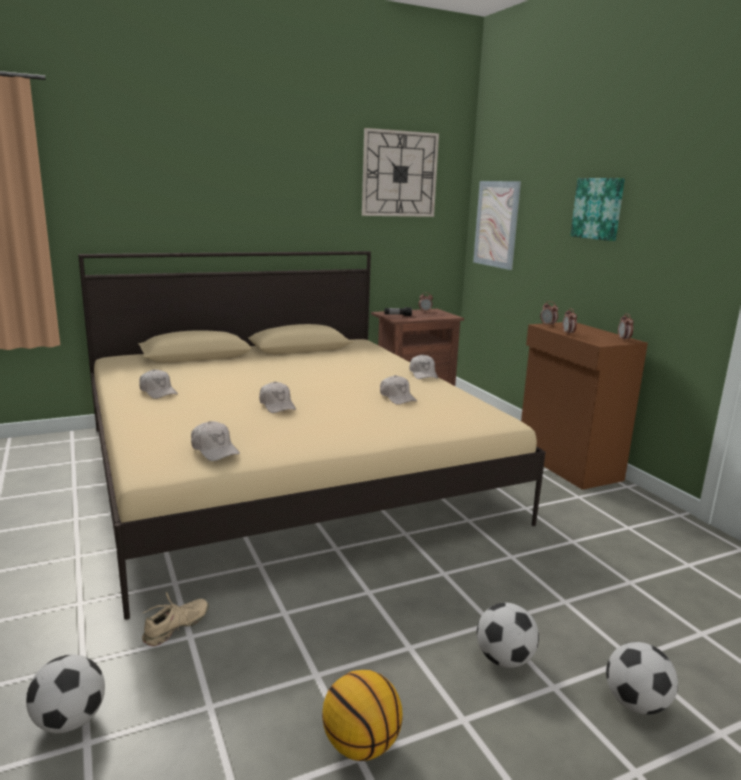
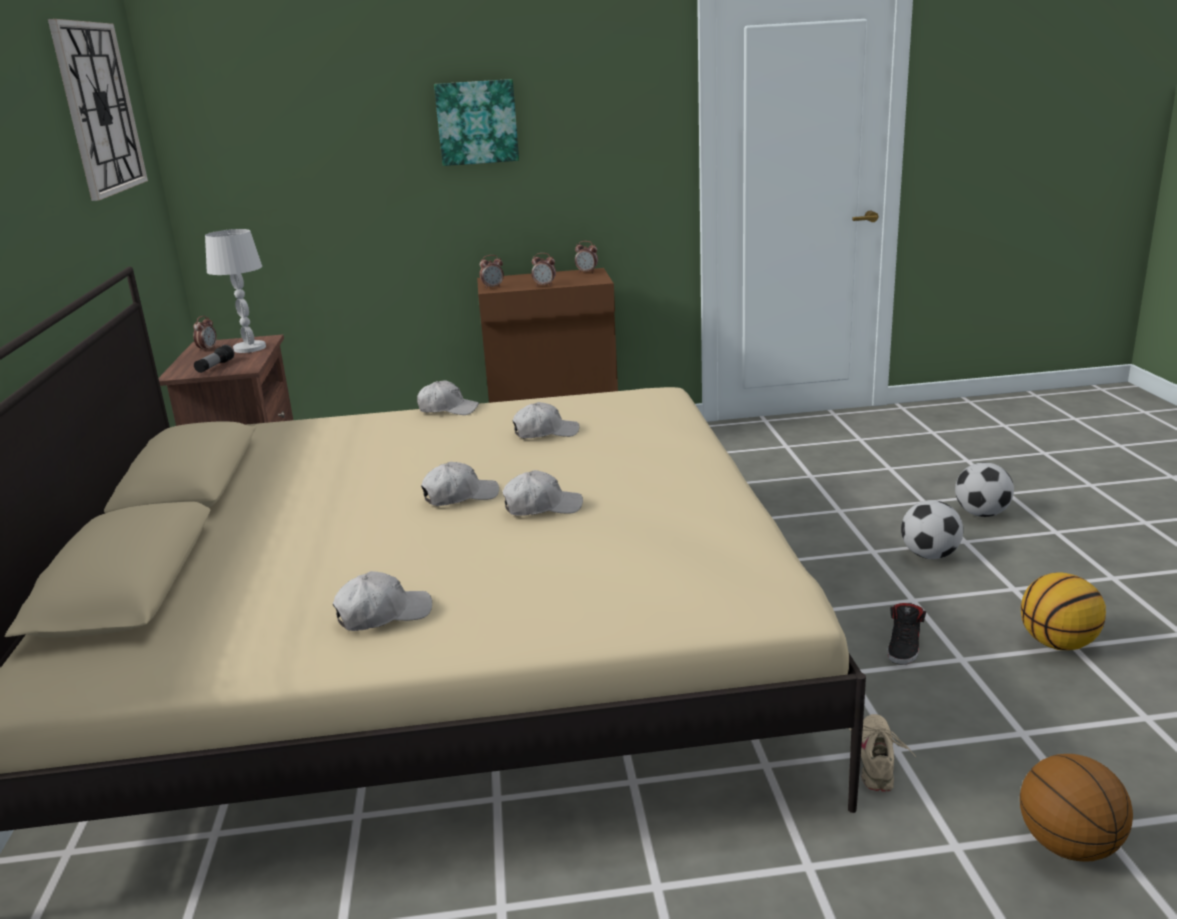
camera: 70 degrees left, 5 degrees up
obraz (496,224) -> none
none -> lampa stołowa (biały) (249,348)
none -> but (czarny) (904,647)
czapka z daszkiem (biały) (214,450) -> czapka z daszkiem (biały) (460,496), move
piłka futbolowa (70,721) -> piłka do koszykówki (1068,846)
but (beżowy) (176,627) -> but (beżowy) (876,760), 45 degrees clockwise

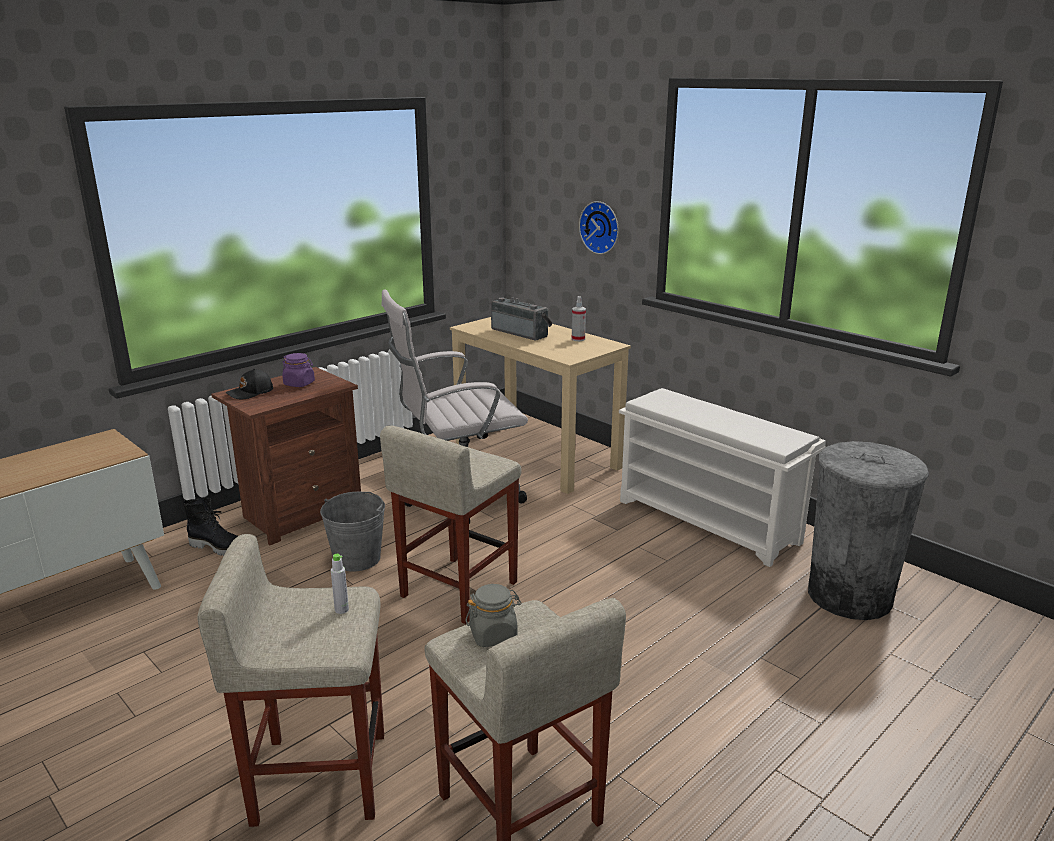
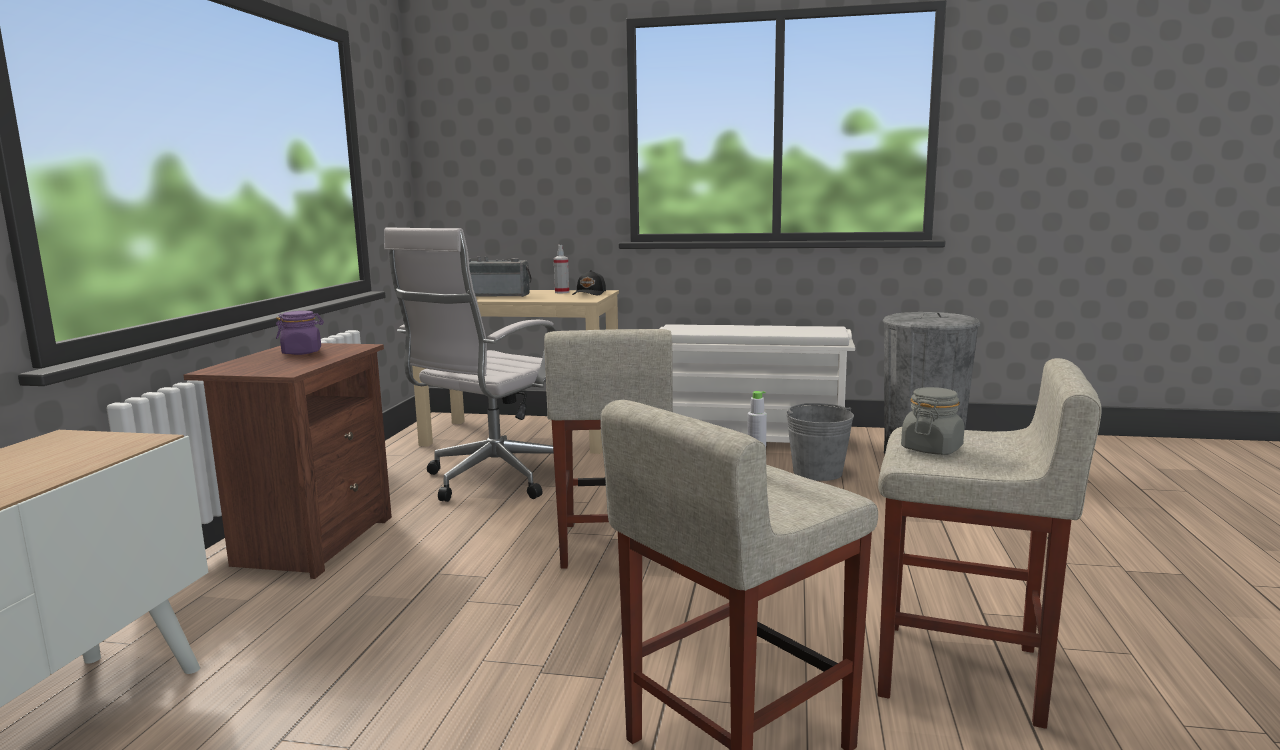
camera: 35 degrees left, 10 degrees down
but z cholewką (czarny) (219,547) -> none
zegar ścienny (601,227) -> none
czapka z daszkiem (czarny) (251,393) -> czapka z daszkiem (czarny) (590,293), move
wiadro (szary) (357,559) -> wiadro (szary) (817,472), move

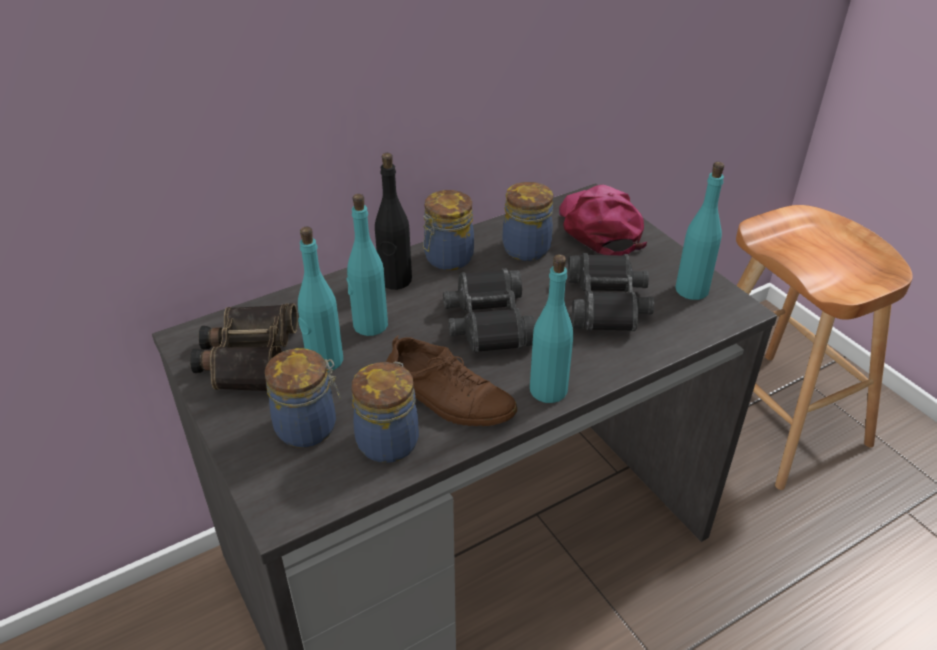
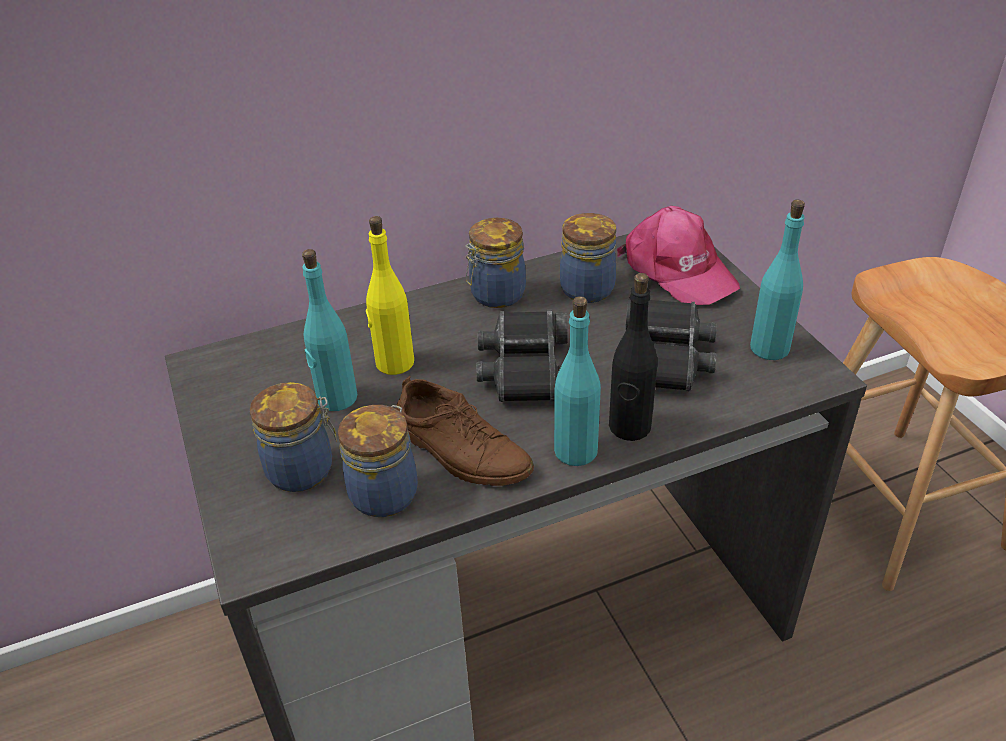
camera: 10 degrees right, 0 degrees up
lornetka (248,357) -> none
butelka (czarny) (395,280) -> butelka (czarny) (629,427), move
butelka (turkusowy) (370,325) -> butelka (żółty) (394,363)
czapka z daszkiem (różowy) (600,228) -> czapka z daszkiem (różowy) (677,270), 150 degrees clockwise

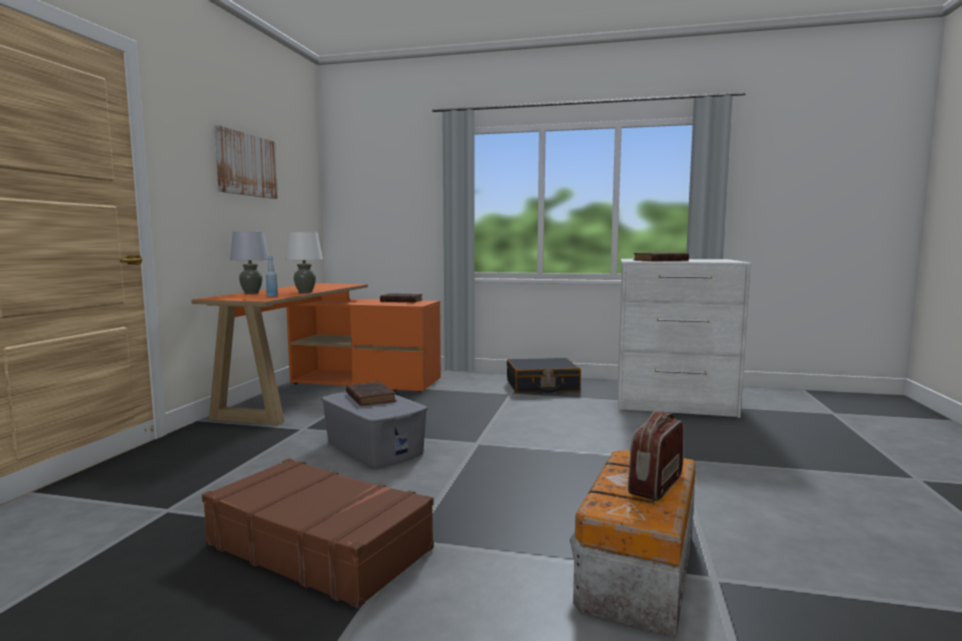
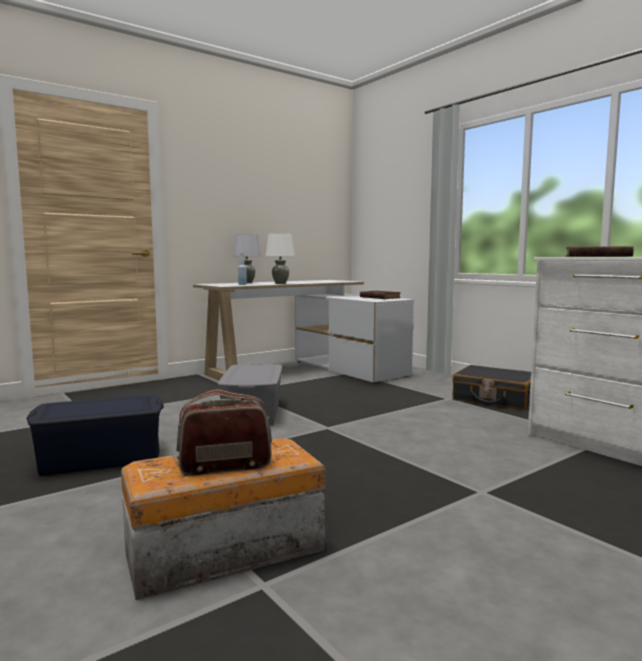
camera: 40 degrees right, 0 degrees up
obraz (246,165) -> none
książka (brązowy) (370,397) -> none
walizka (brązowy) (319,546) -> pojemnik do przechowywania (niebieski) (100,457)
biurko (pomarańczowy) (328,391) -> biurko (biały) (307,371)

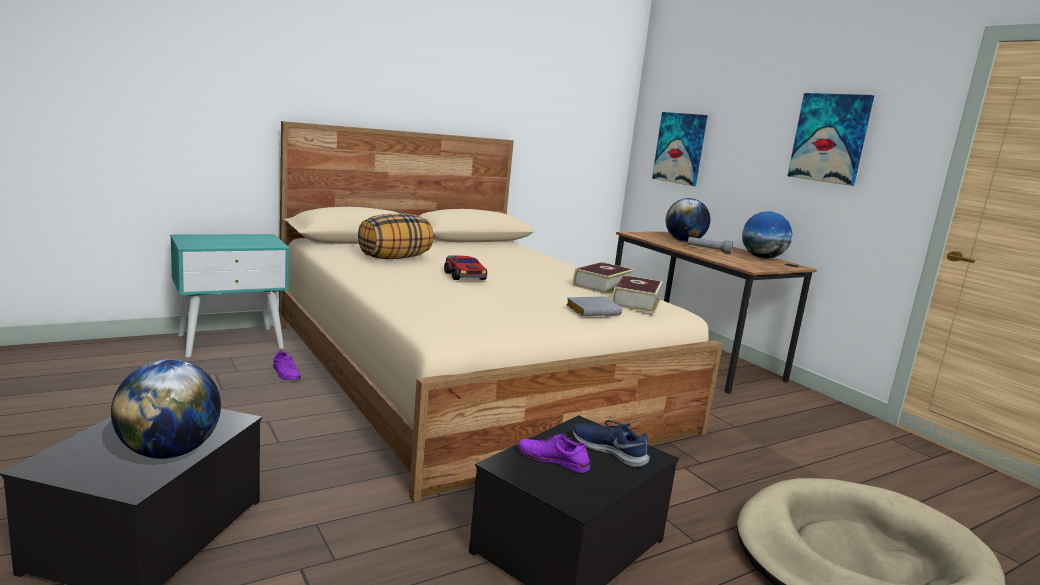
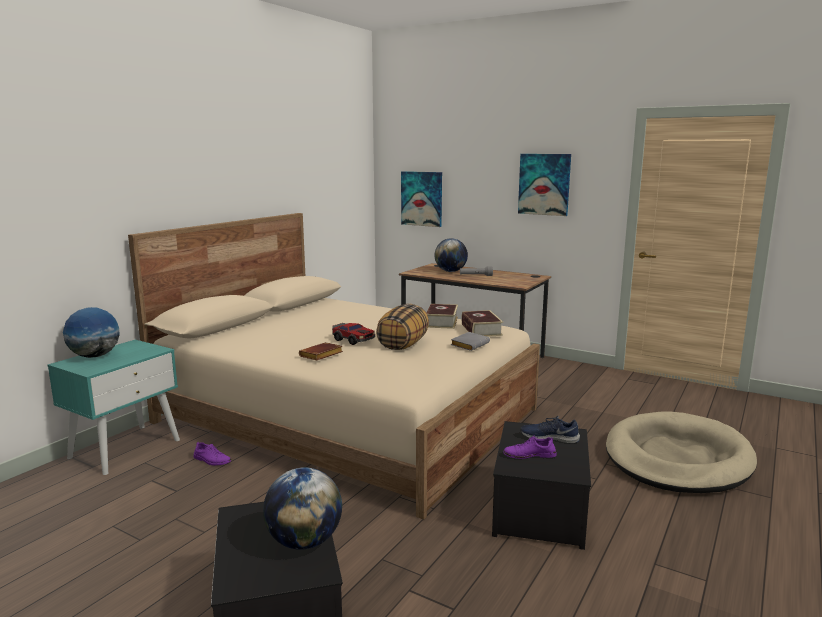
camera: 25 degrees left, 0 degrees up
none -> książka (brązowy) (321,355)
poduszka (395,258) -> poduszka (403,345), move
globus (762,258) -> globus (95,356), move

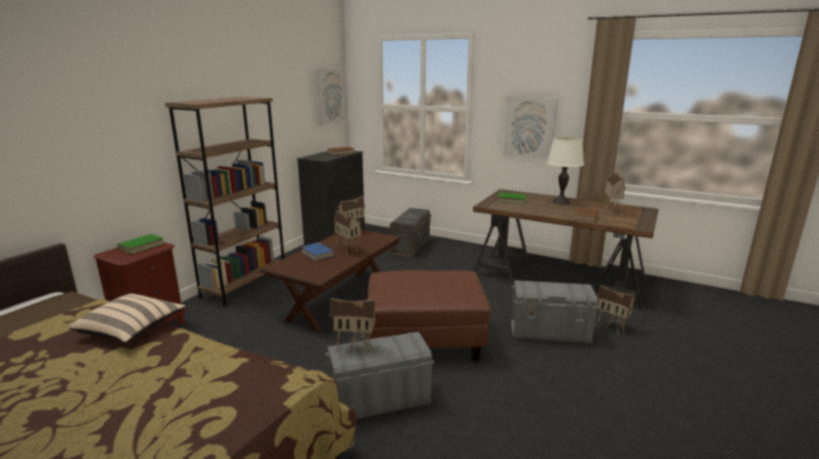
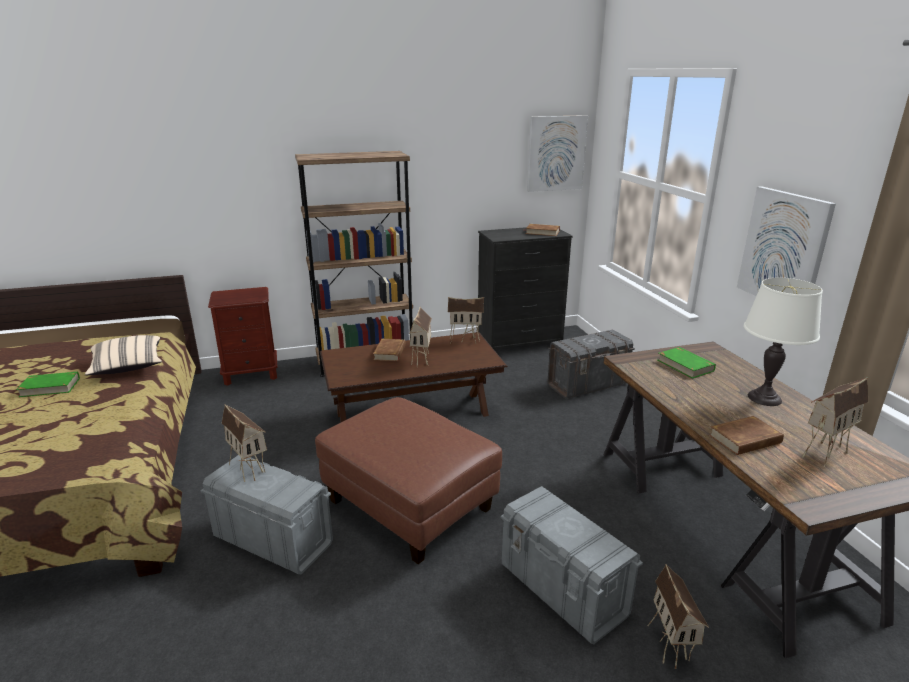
camera: 45 degrees right, 5 degrees up
książka (zielony) (141,246) -> książka (zielony) (50,387), move
książka (niebieski) (317,253) -> książka (brązowy) (390,352)

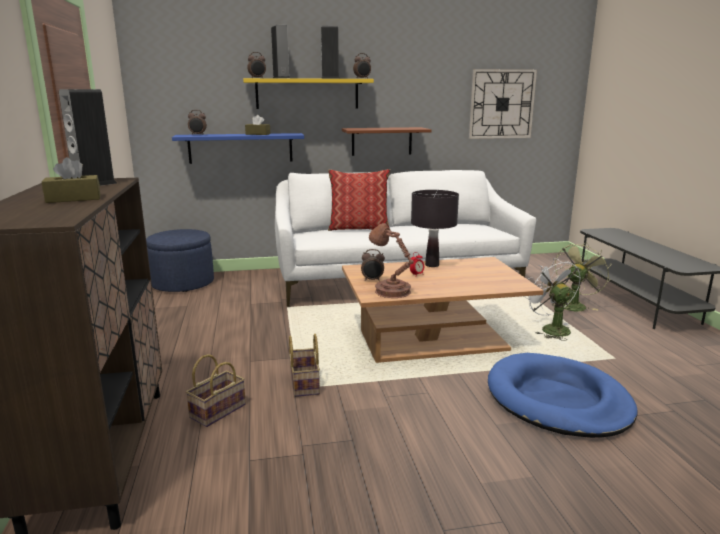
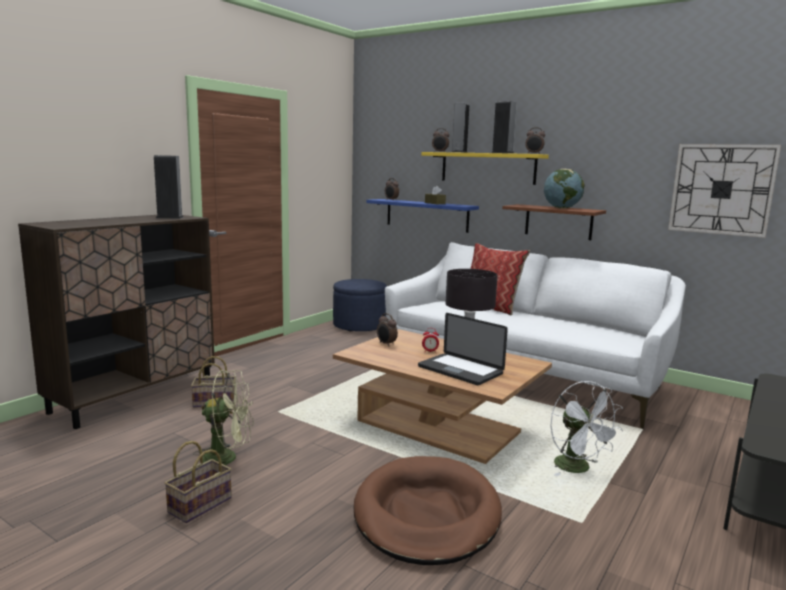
camera: 45 degrees right, 5 degrees down
pudełko chusteczek (brązowy) (73,199) -> none
lampa stołowa (brązowy) (390,291) -> none
none -> laptop (460,370)
none -> globus (561,208)
koszyk (303,383) -> koszyk (200,504), move
wentylator (zielony) (574,305) -> wentylator (zielony) (227,458), move
legowisko (niebieski) (557,400) -> legowisko (brązowy) (426,514)
wentylator (biały) (550,329) -> wentylator (biały) (578,469), 135 degrees clockwise

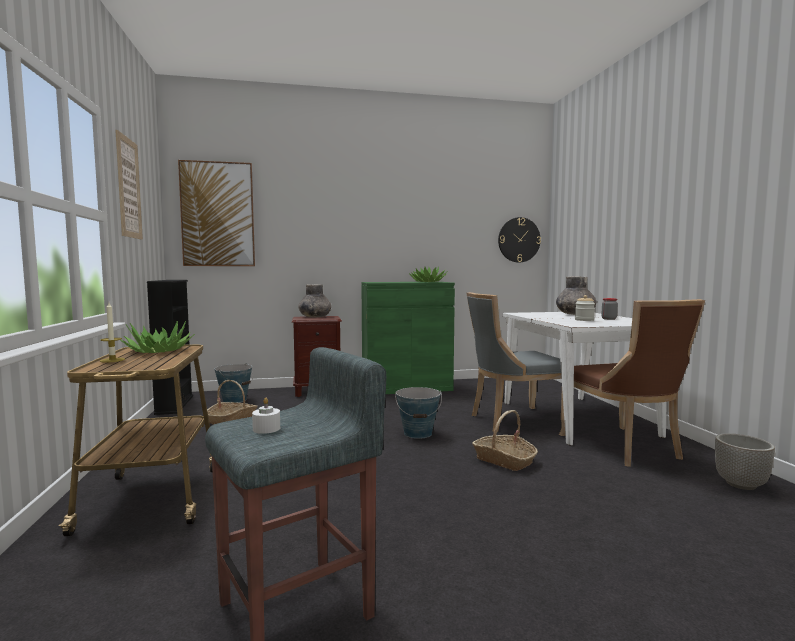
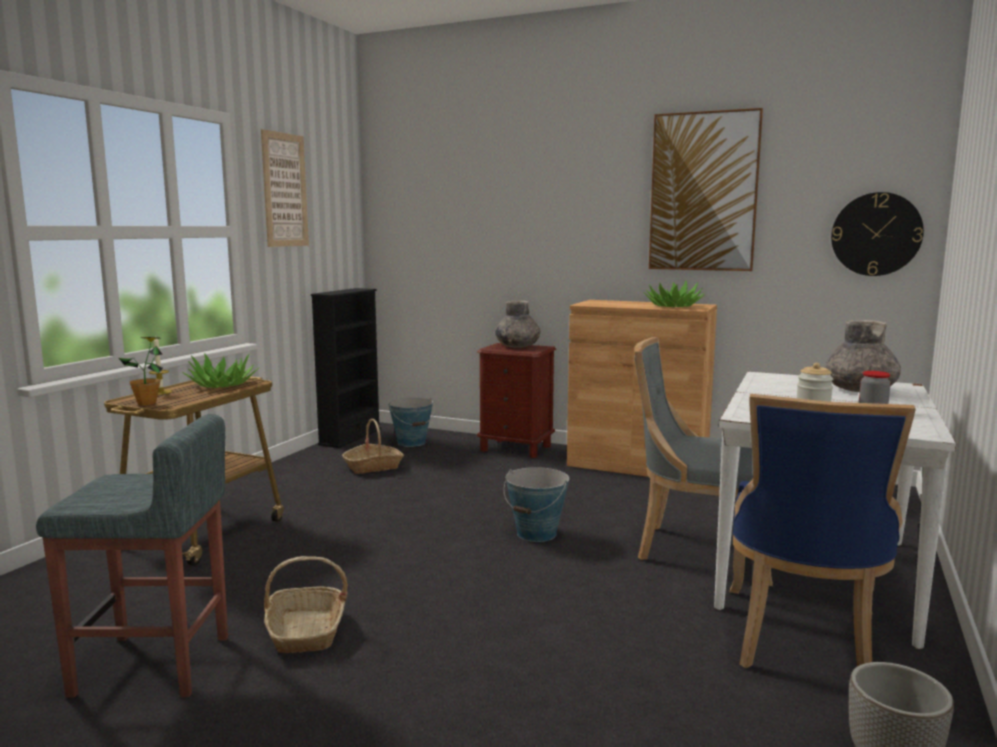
camera: 35 degrees right, 5 degrees up
świeca (biały) (266,429) -> none
none -> roślina doniczkowa (147,403)
obraz (218,214) -> obraz (703,192), move
koszyk (504,460) -> koszyk (306,631), move
szafka (zielony) (406,387) -> szafka (brązowy) (637,465)
krzesło (brązowy) (624,447) -> krzesło (niebieski) (801,640)

